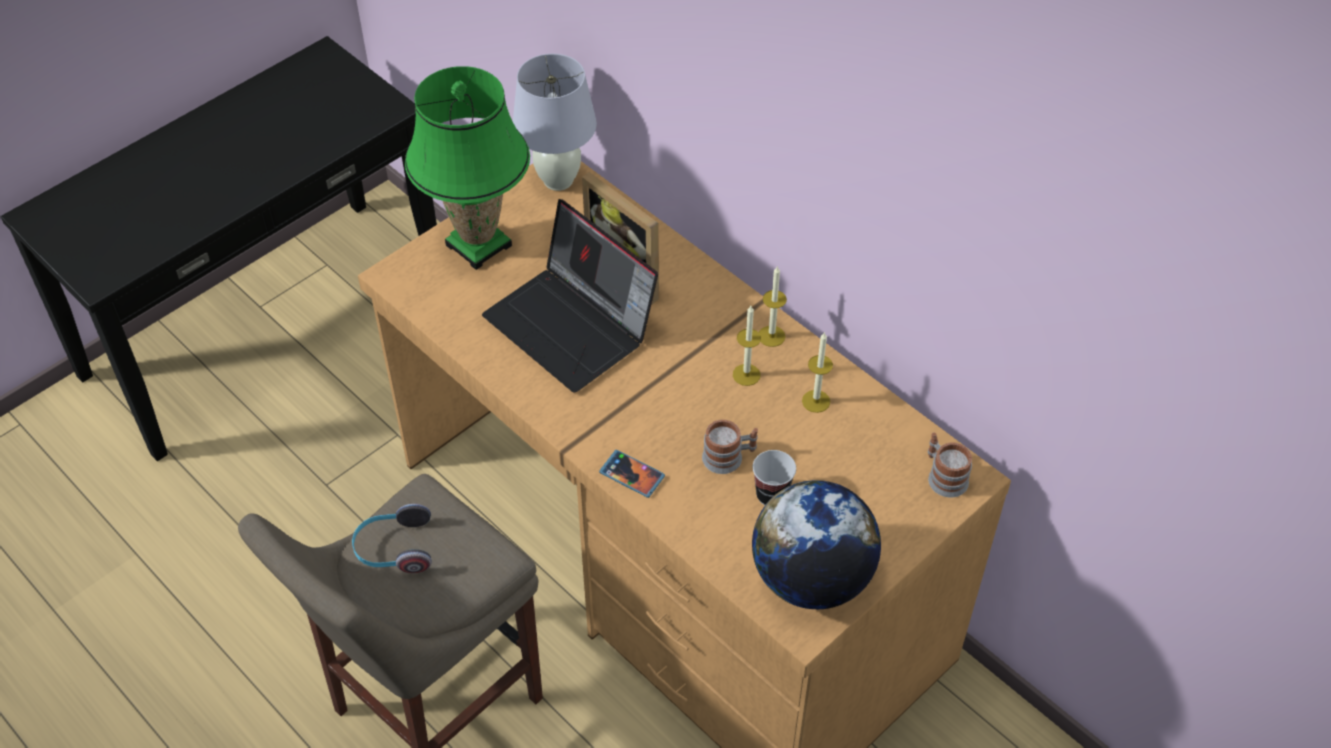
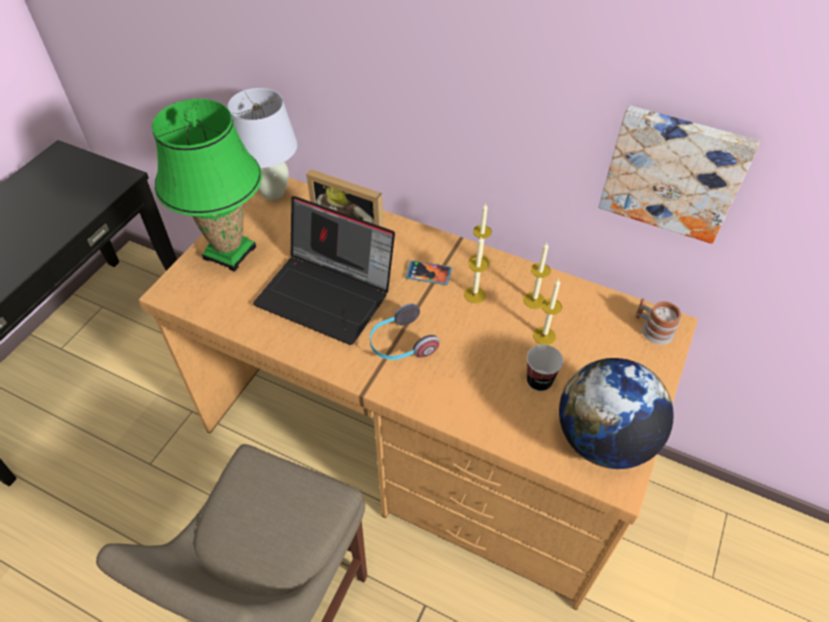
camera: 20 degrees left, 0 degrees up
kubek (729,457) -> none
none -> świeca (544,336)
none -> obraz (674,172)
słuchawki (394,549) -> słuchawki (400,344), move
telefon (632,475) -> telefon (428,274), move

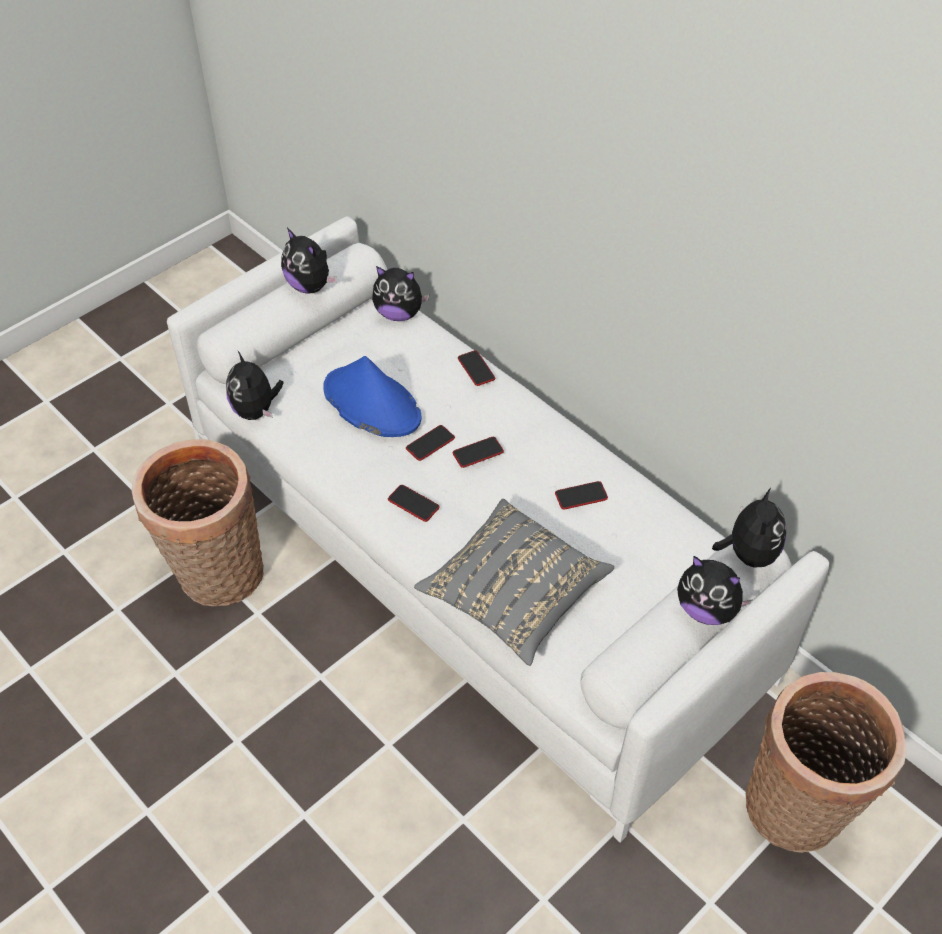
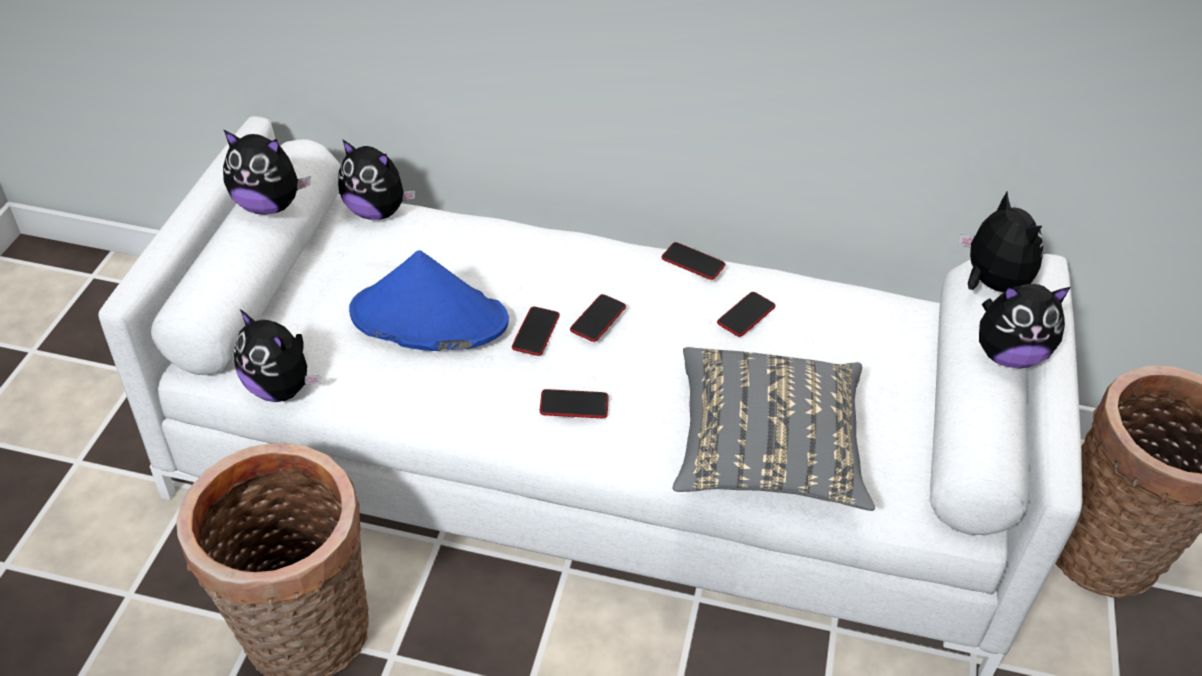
camera: 35 degrees left, 5 degrees down
telefon (476,369) -> telefon (693,262), move
pluszak (399,314) -> pluszak (376,211), 45 degrees clockwise

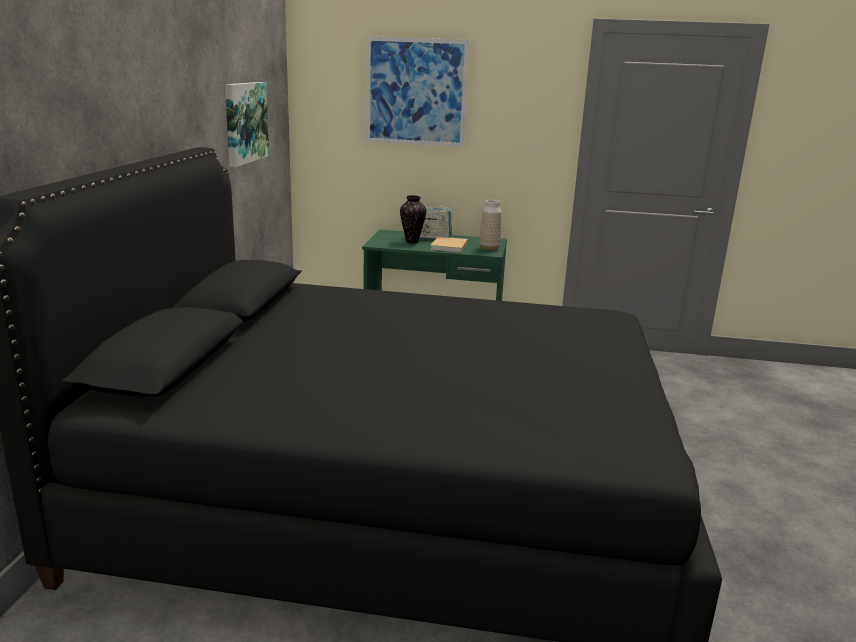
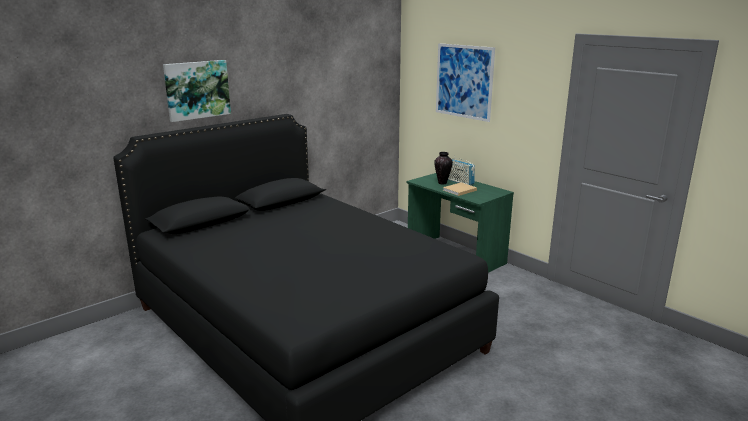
camera: 40 degrees right, 0 degrees up
wazon (489,248) -> none
obraz (244,122) -> obraz (197,90), move

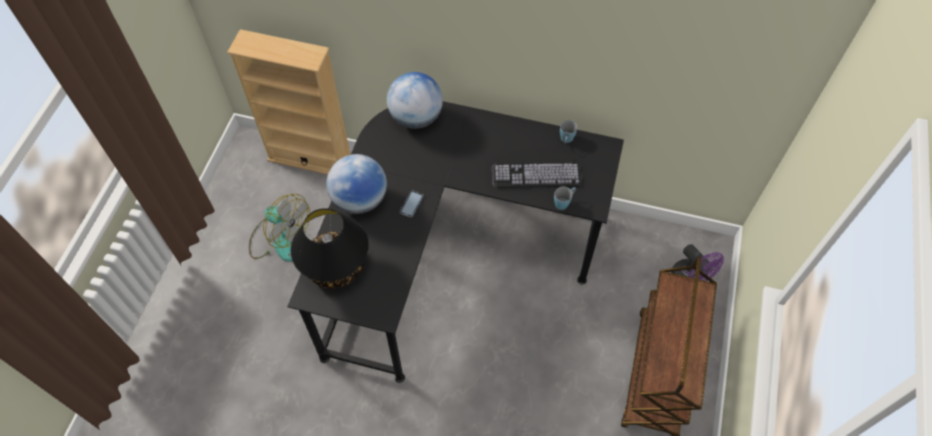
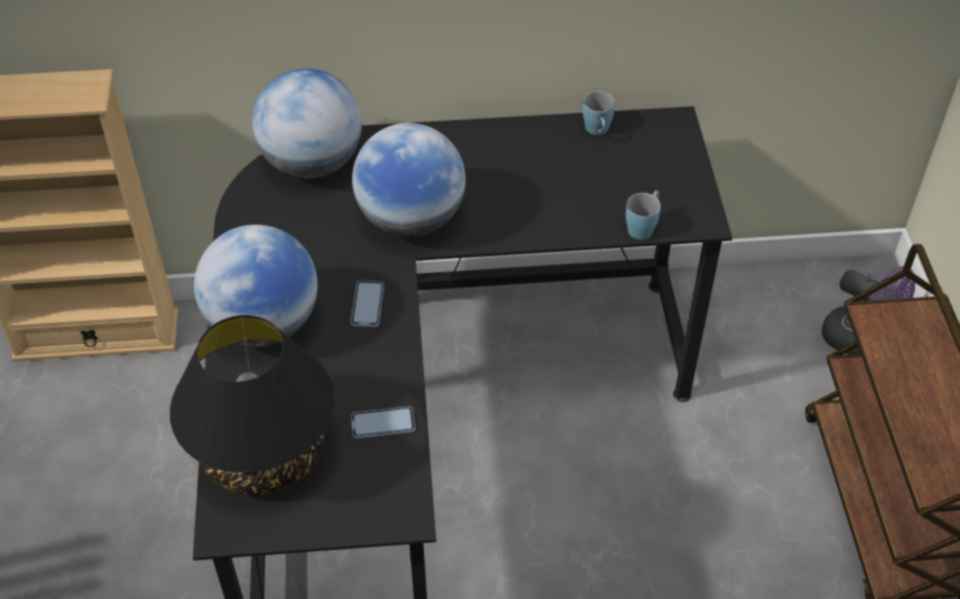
camera: 20 degrees left, 10 degrees down
wentylator (280,238) -> none
klawiatura (537,170) -> none
none -> telefon (383,423)
none -> globus (411,219)

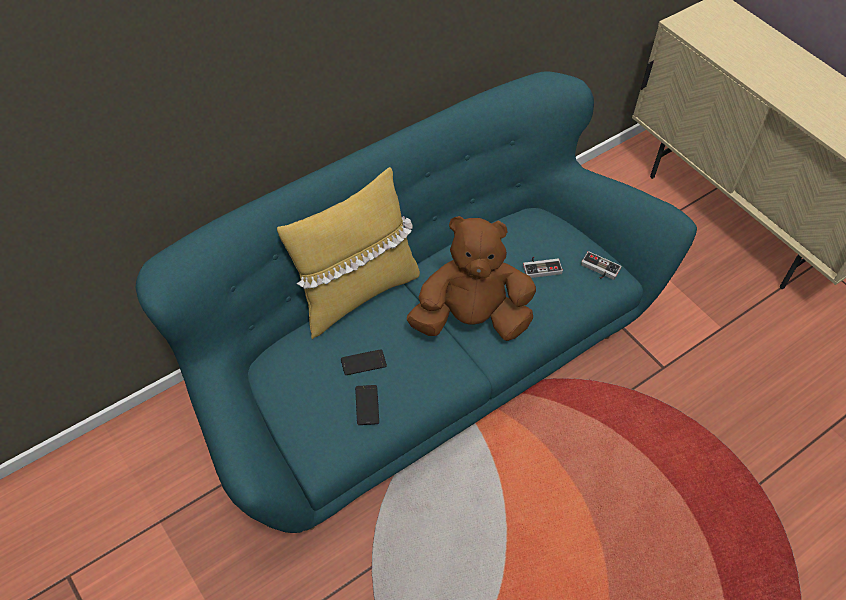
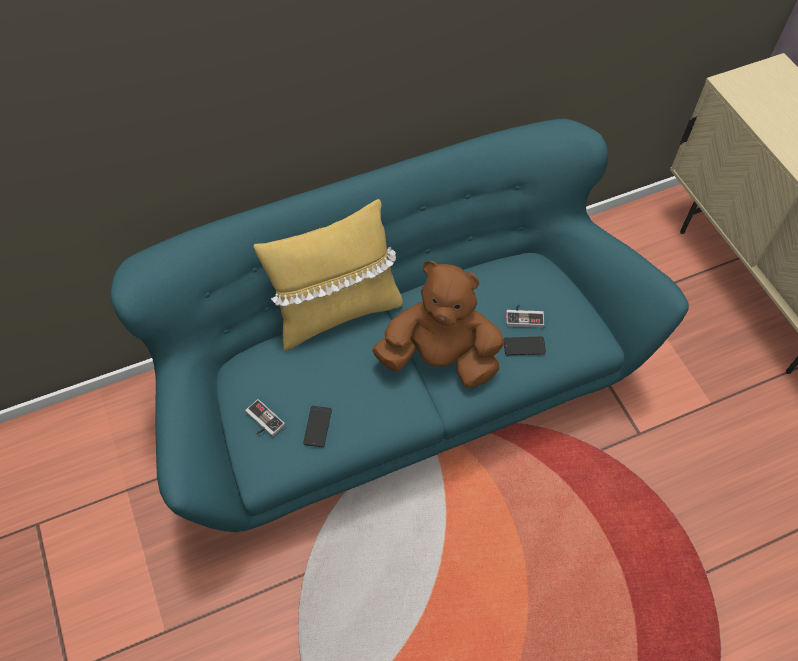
camera: 15 degrees right, 5 degrees up
telefon (363,362) -> telefon (524,346), move
pad do gier (598,269) -> pad do gier (262,422), move

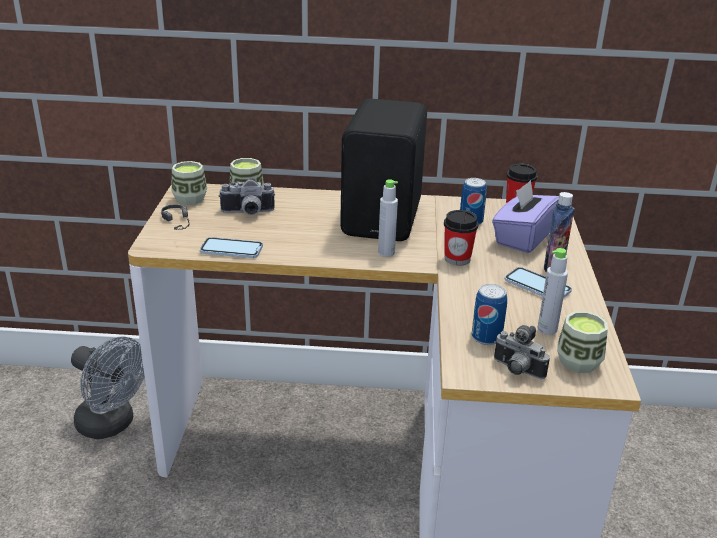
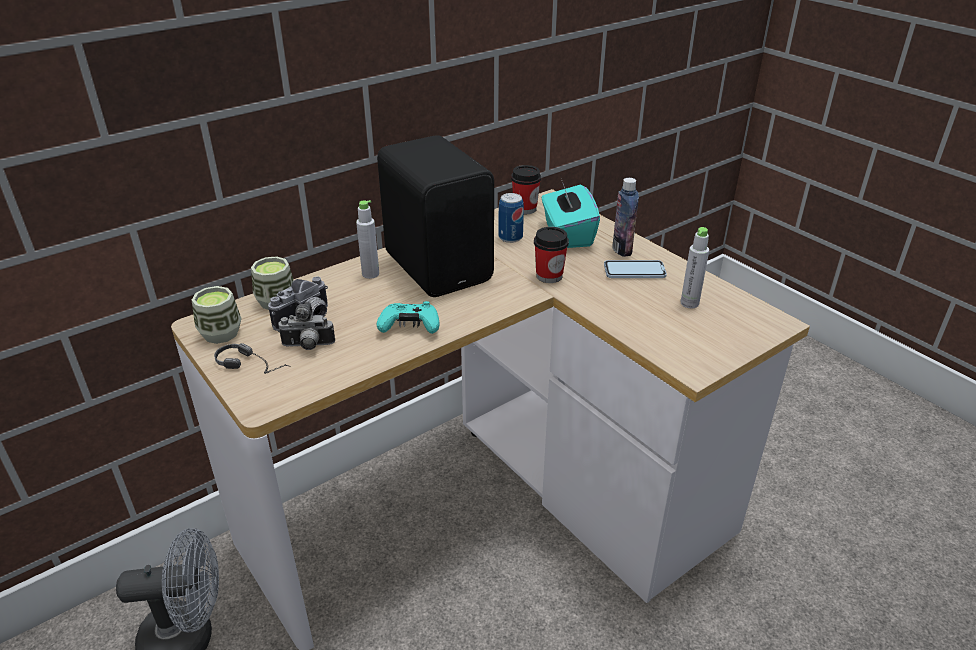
camera: 40 degrees left, 5 degrees up
telefon (231,250) -> none
puszka (486,337) -> none
filiżanka (578,362) -> none
none -> pad do gier (turkusowy) (410,327)
butelka (szary) (386,252) -> butelka (szary) (370,274), move
aparat fotograficzny (516,371) -> aparat fotograficzny (308,346), move
pudełko chusteczek (fioletowy) (522,238) -> pudełko chusteczek (turkusowy) (567,234)

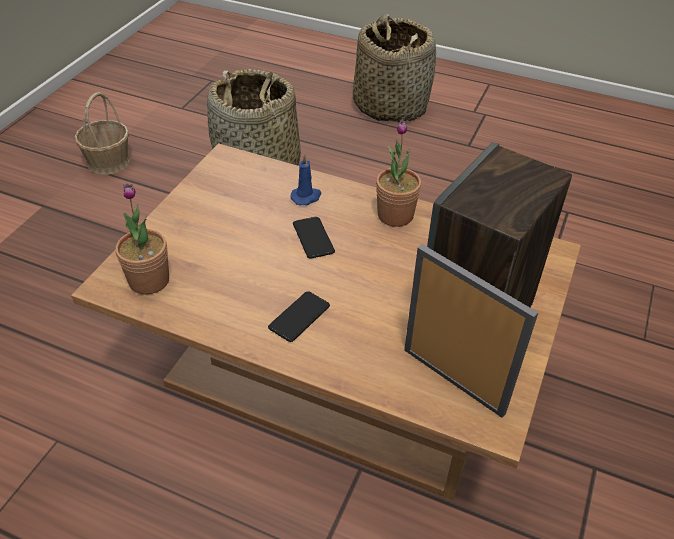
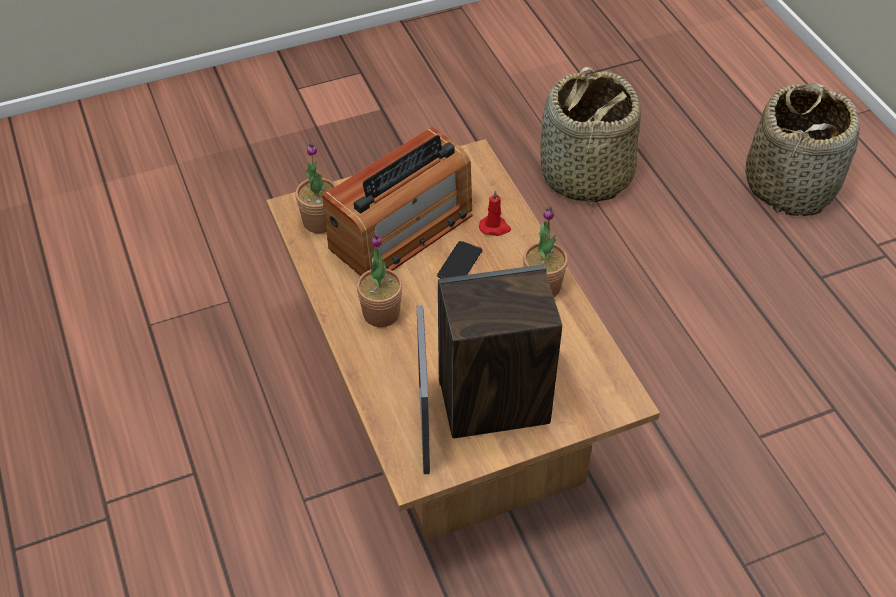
camera: 45 degrees right, 5 degrees up
koszyk (108,162) -> none
none -> radio (401,231)
telefon (299,317) -> roślina doniczkowa (381,313)
świeca (niebieski) (306,197) -> świeca (czerwony) (495,227)

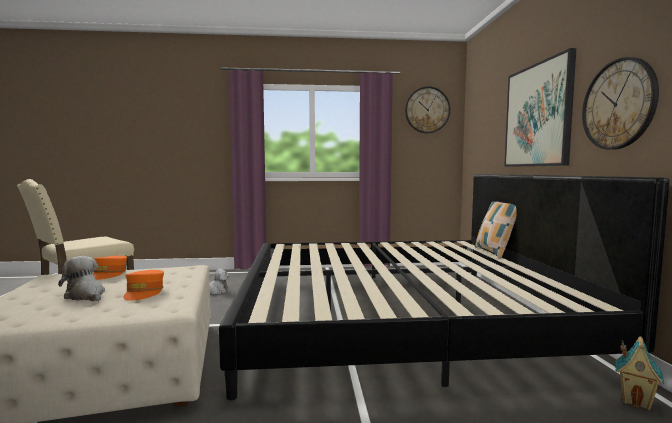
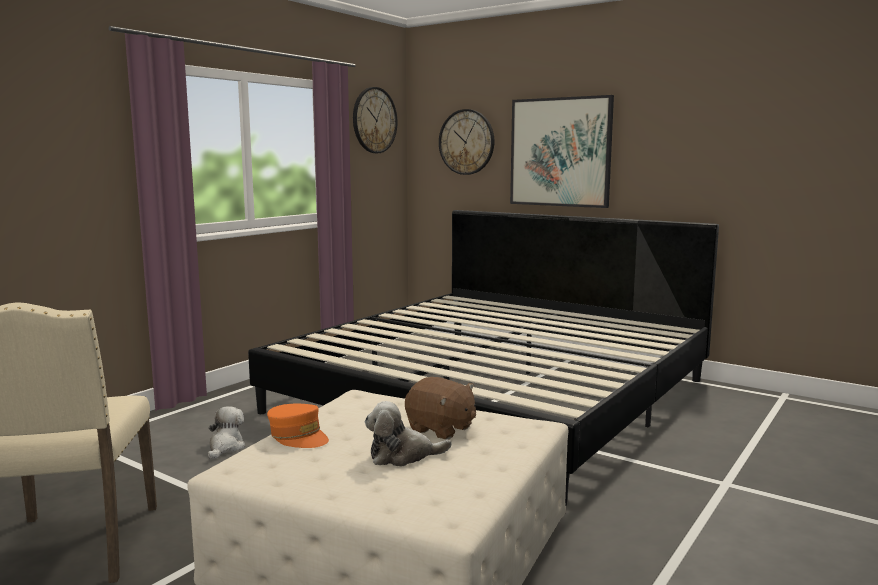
camera: 50 degrees left, 5 degrees up
poduszka (495,252) -> none
domek (636,401) -> none
zegar ścienny (618,104) -> zegar ścienny (466,142), move
czapka z daszkiem (pomarańczowy) (144,292) -> pluszak (brązowy) (440,429)

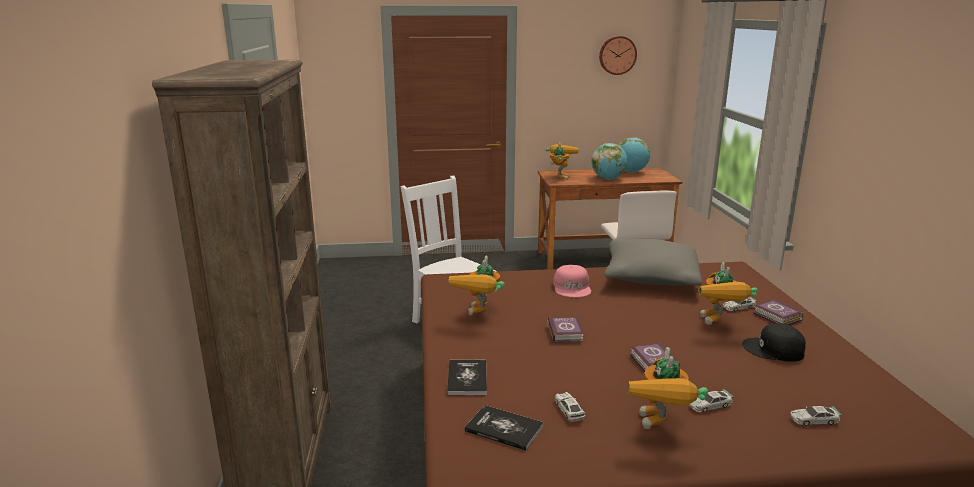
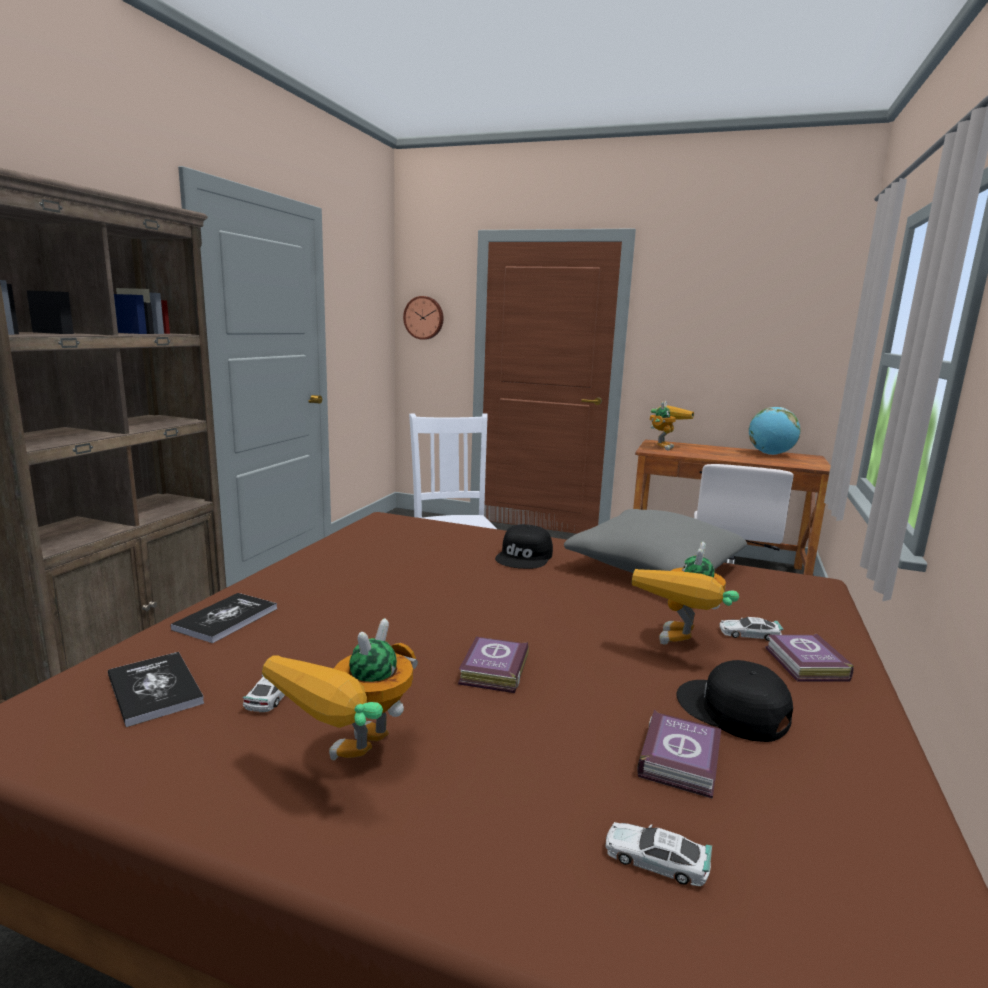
camera: 25 degrees right, 5 degrees down
robot zabawkowy (480,315) -> none
globus (608,179) -> none
samochodzik (709,405) -> none
książka (565,333) -> książka (681,759), move
zegar ścienny (617,55) -> zegar ścienny (424,318), move
czapka z daszkiem (różowy) (572,287) -> czapka z daszkiem (czarny) (525,557)

